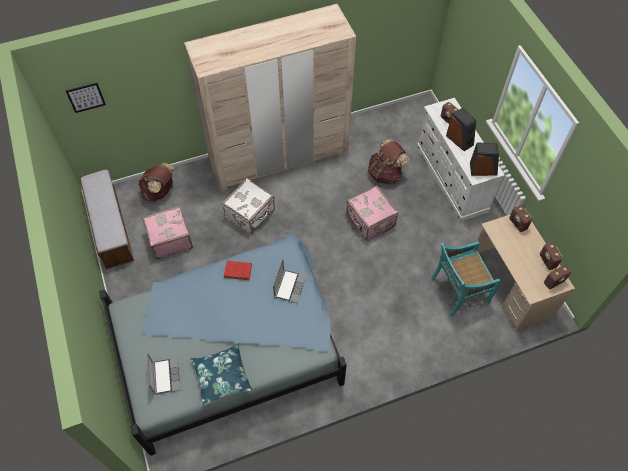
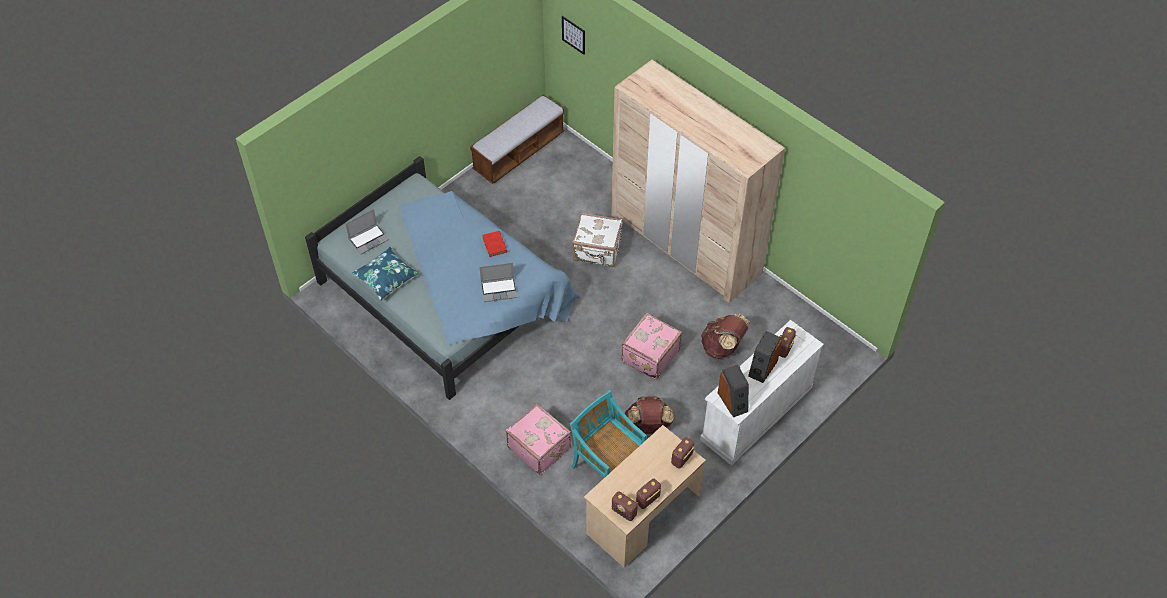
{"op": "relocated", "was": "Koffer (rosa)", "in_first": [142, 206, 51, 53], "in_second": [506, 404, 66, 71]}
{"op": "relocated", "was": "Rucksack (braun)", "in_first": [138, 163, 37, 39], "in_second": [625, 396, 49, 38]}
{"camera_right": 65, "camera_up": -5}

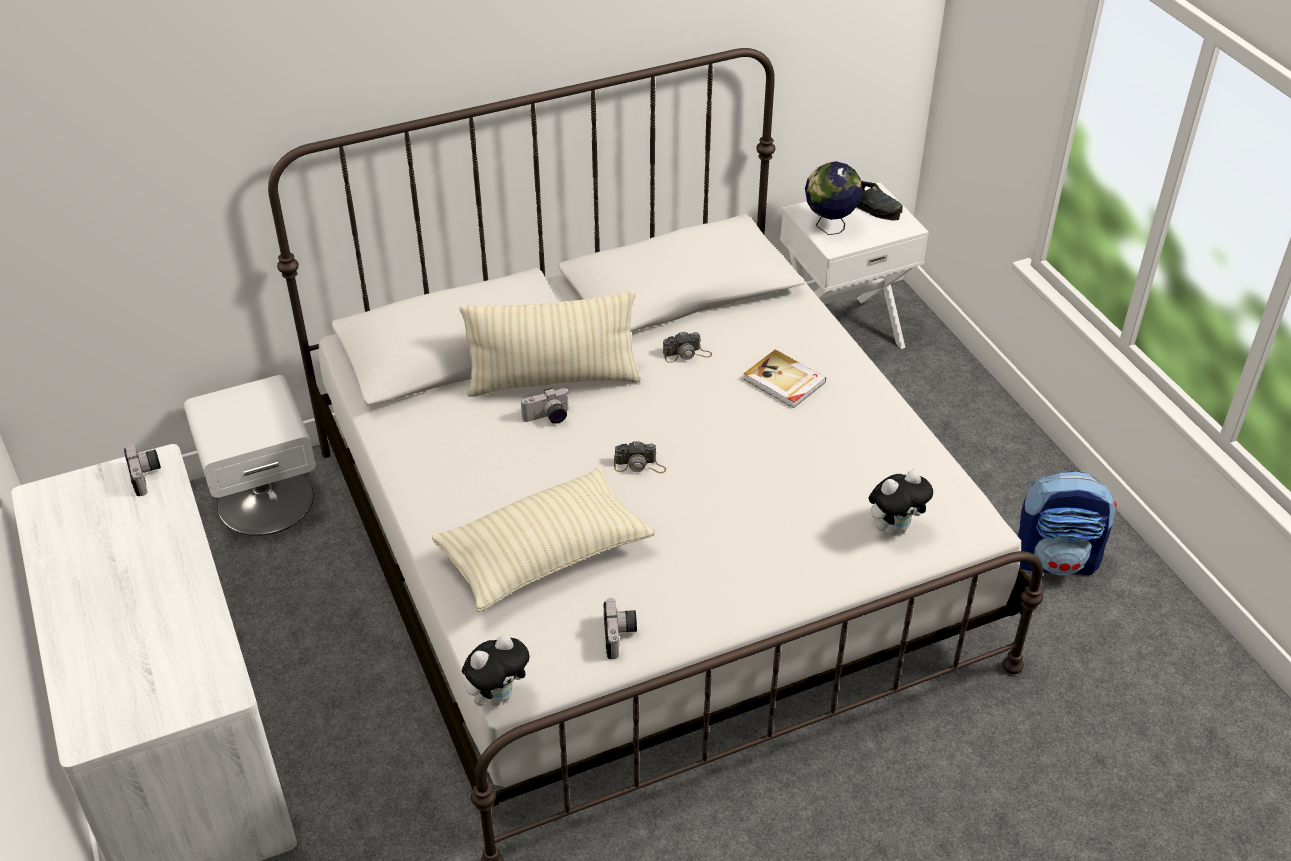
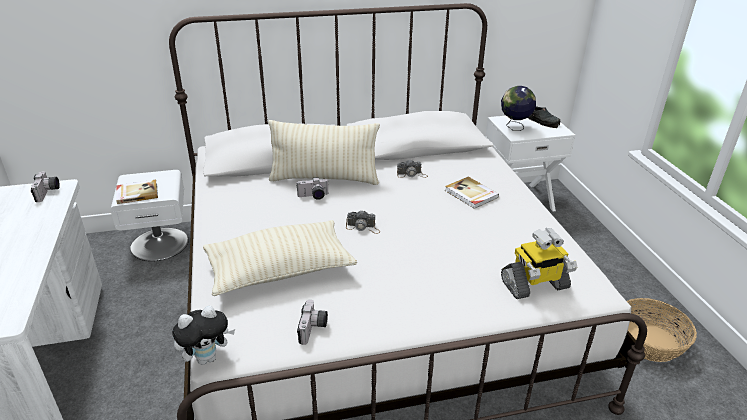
{"op": "appeared", "now": "Buch", "in_second": [116, 180, 42, 24]}
{"op": "exchanged", "was": "Plüschtier", "now": "Spielzeugroboter", "in_first": [868, 470, 65, 66], "in_second": [501, 228, 76, 71]}
{"op": "exchanged", "was": "Rucksack", "now": "Korb", "in_first": [1018, 471, 99, 105], "in_second": [627, 298, 70, 64]}
{"camera_right": 10, "camera_up": -10}

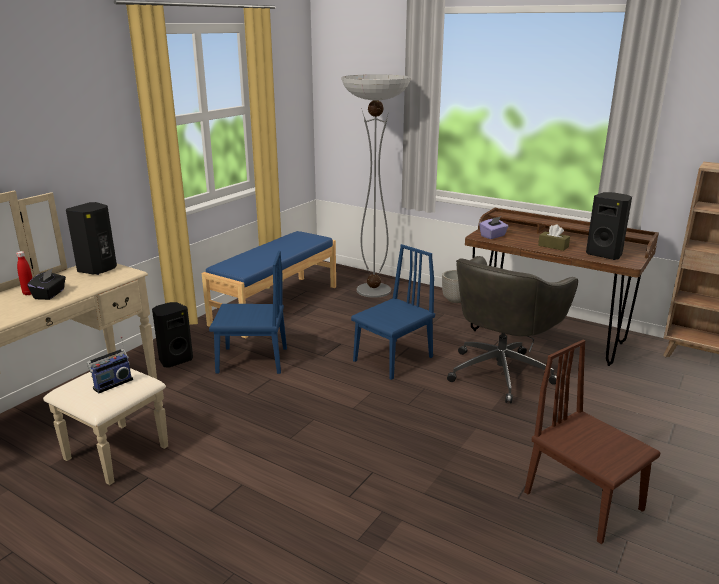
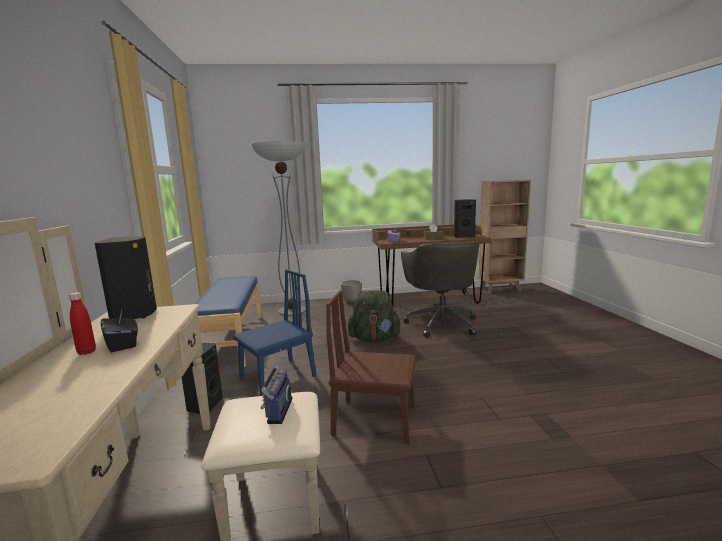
{"op": "relocated", "was": "Stuhl (braun)", "in_first": [524, 340, 136, 204], "in_second": [326, 290, 90, 154]}
{"op": "exchanged", "was": "Stuhl (blau)", "now": "Rucksack (grün)", "in_first": [351, 244, 84, 136], "in_second": [347, 290, 55, 52]}
{"camera_right": -40, "camera_up": -10}

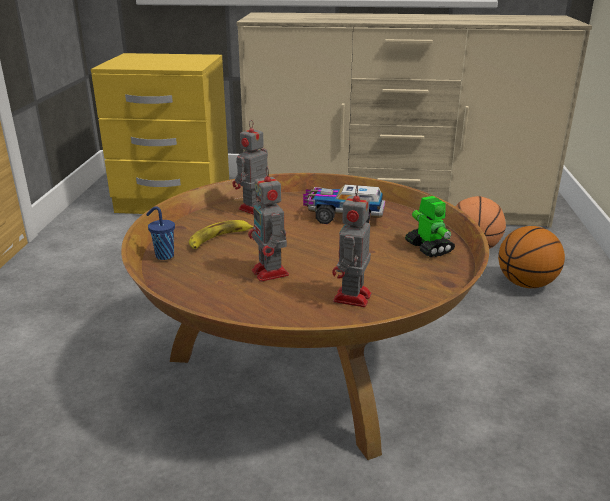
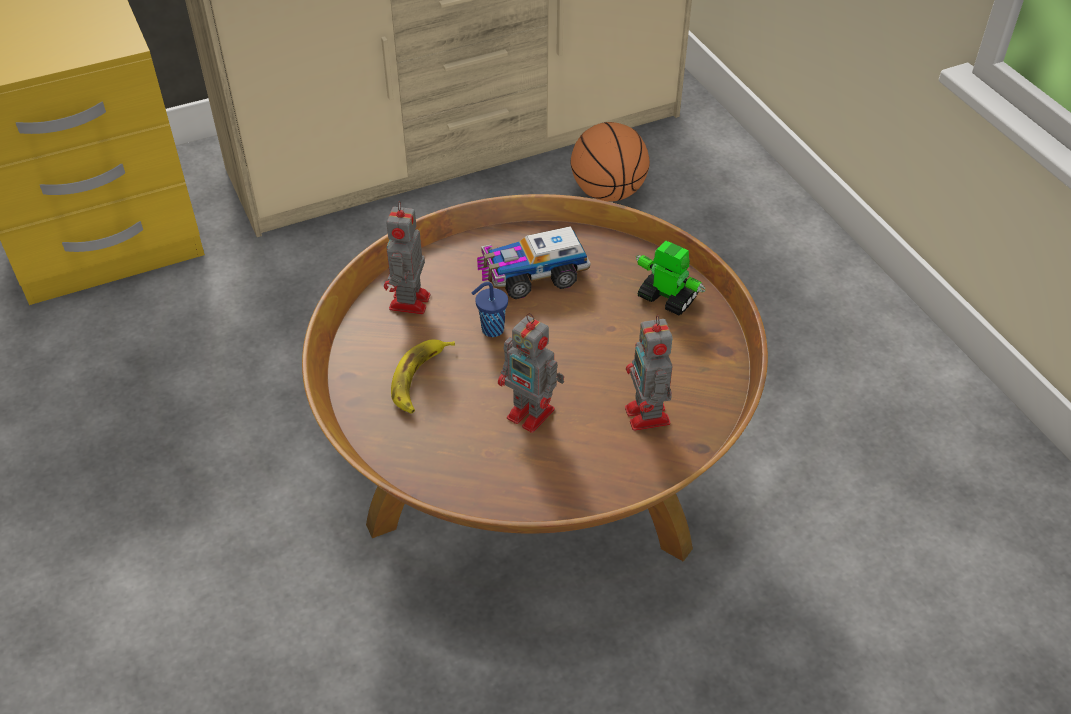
{"op": "relocated", "was": "Tasse (blau)", "in_first": [146, 206, 29, 54], "in_second": [472, 282, 36, 55]}
{"op": "missing", "was": "Basketball", "in_first": [498, 226, 67, 62]}
{"camera_right": -30, "camera_up": 20}

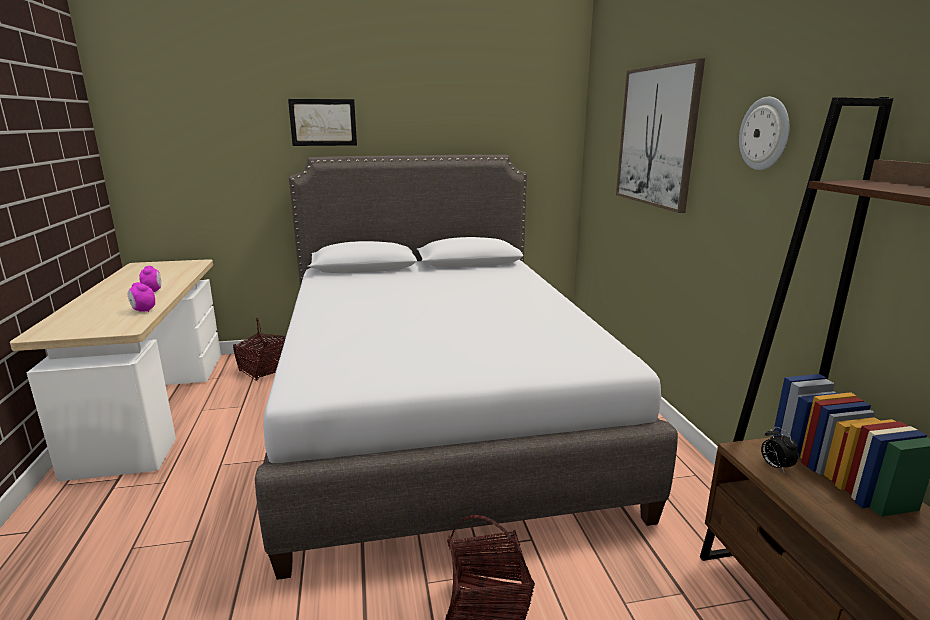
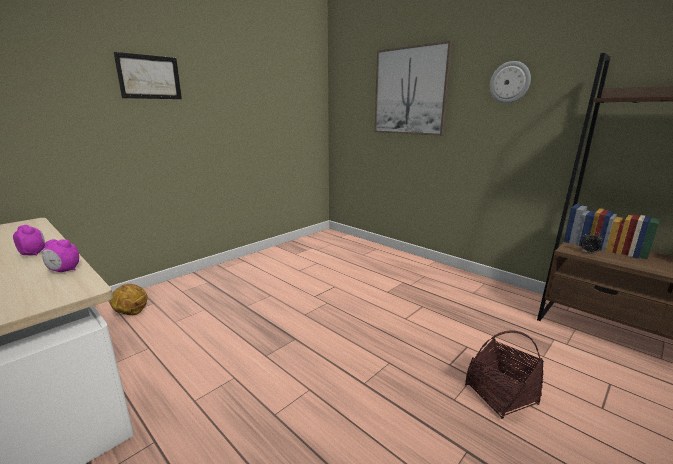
{"op": "exchanged", "was": "Korb", "now": "Basketball", "in_first": [233, 317, 53, 64], "in_second": [110, 284, 37, 31]}
{"op": "missing", "was": "Bett (grau)", "in_first": [255, 155, 423, 425]}
{"camera_right": -35, "camera_up": 0}

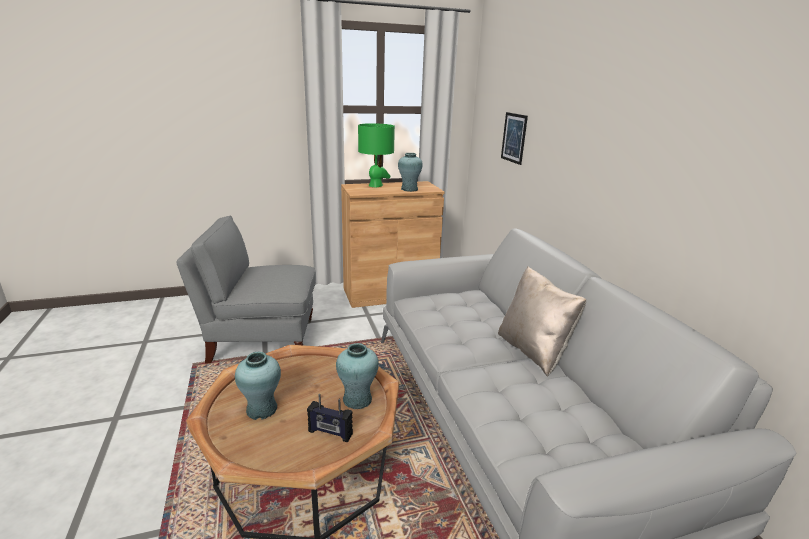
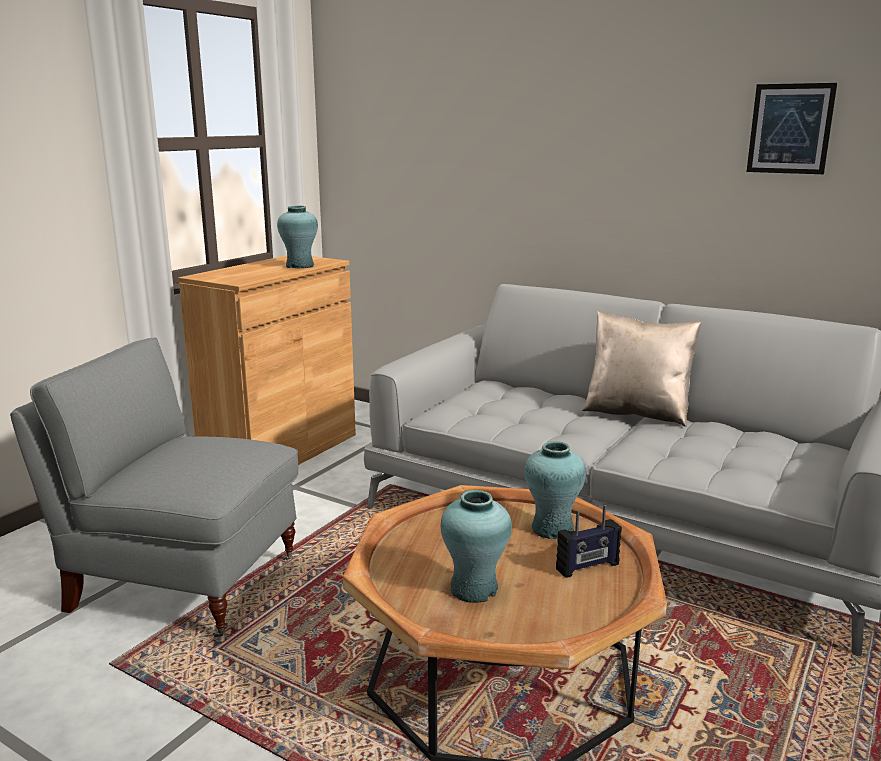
{"op": "spun", "was": "Sessel (grau)", "in_first": [176, 215, 140, 148], "in_second": [10, 337, 289, 300], "clockwise": 60}
{"op": "relocated", "was": "Bild", "in_first": [501, 112, 27, 53], "in_second": [747, 83, 90, 91]}
{"op": "missing", "was": "Tischlampe (grün)", "in_first": [358, 123, 37, 64]}
{"camera_right": -40, "camera_up": -5}

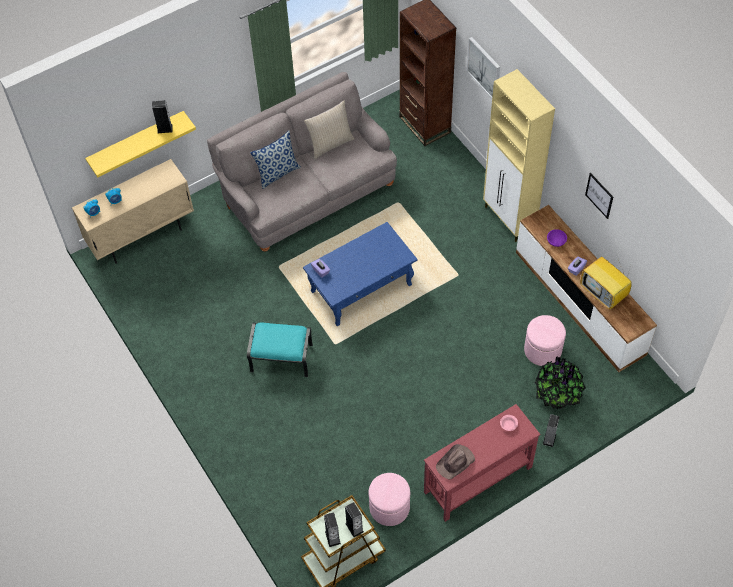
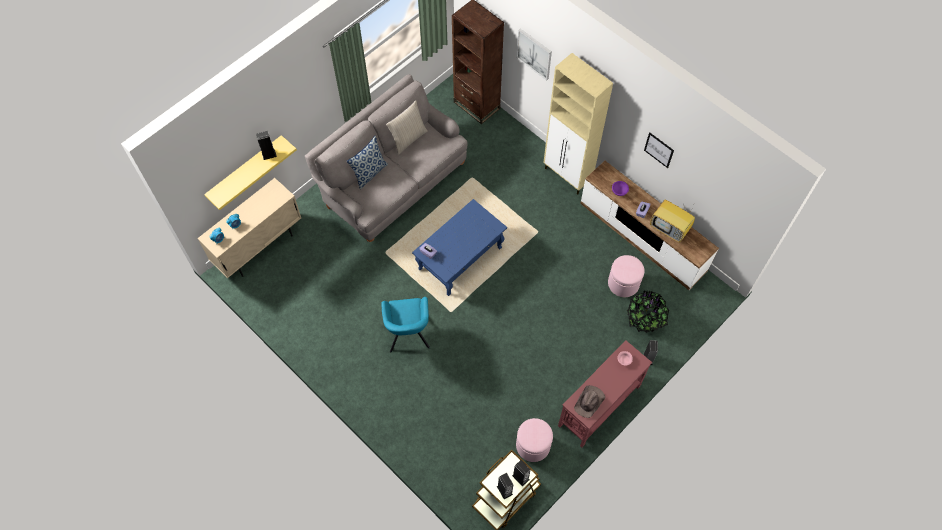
{"op": "exchanged", "was": "Polsterhocker (türkis)", "now": "Sessel (türkis)", "in_first": [247, 322, 66, 55], "in_second": [381, 297, 49, 55]}
{"camera_right": -15, "camera_up": 5}

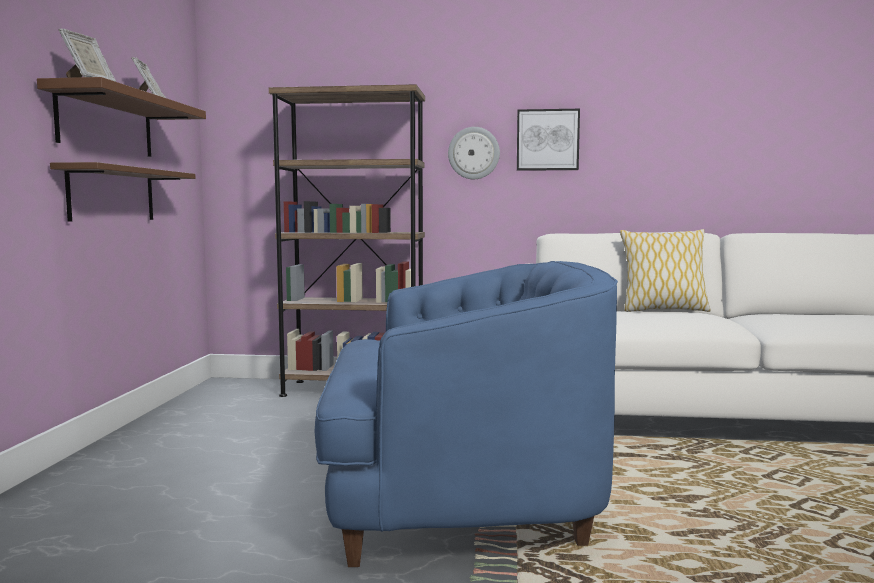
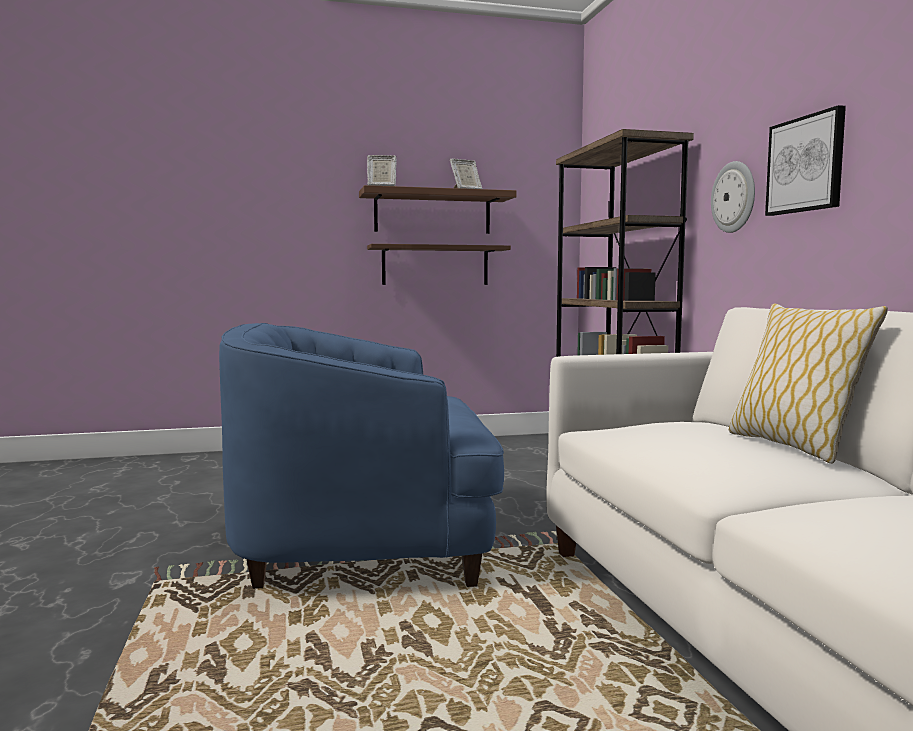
{"op": "spun", "was": "Sessel (blau)", "in_first": [315, 261, 303, 306], "in_second": [219, 323, 285, 266], "clockwise": 105}
{"camera_right": 70, "camera_up": 0}

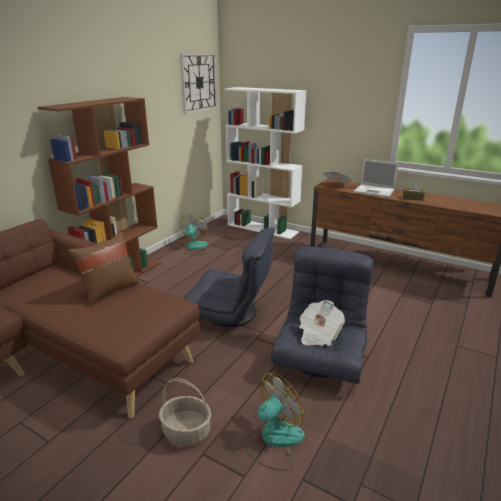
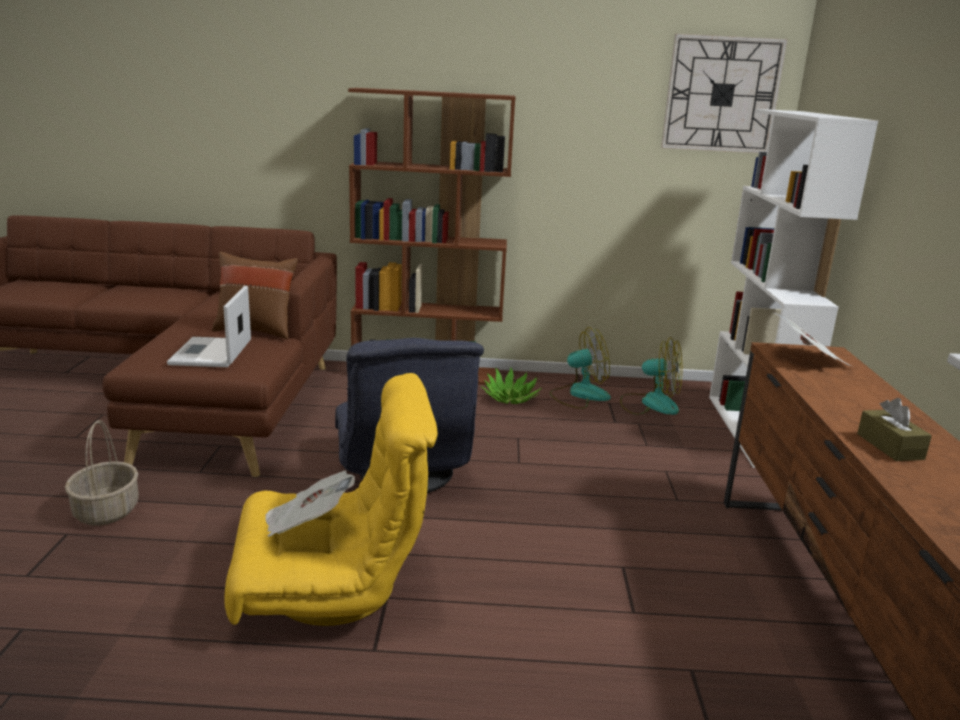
{"op": "relocated", "was": "Laptop", "in_first": [354, 159, 45, 38], "in_second": [167, 286, 84, 81]}
{"op": "colour", "was": "Sessel (grau)", "now": "Sessel (gelb)", "in_first": [271, 247, 103, 137], "in_second": [224, 373, 214, 253]}
{"op": "appeared", "now": "Topfpflanze", "in_second": [481, 368, 61, 36]}
{"op": "relocated", "was": "Ventilator", "in_first": [245, 373, 60, 98], "in_second": [620, 337, 62, 78]}
{"camera_right": 60, "camera_up": -5}

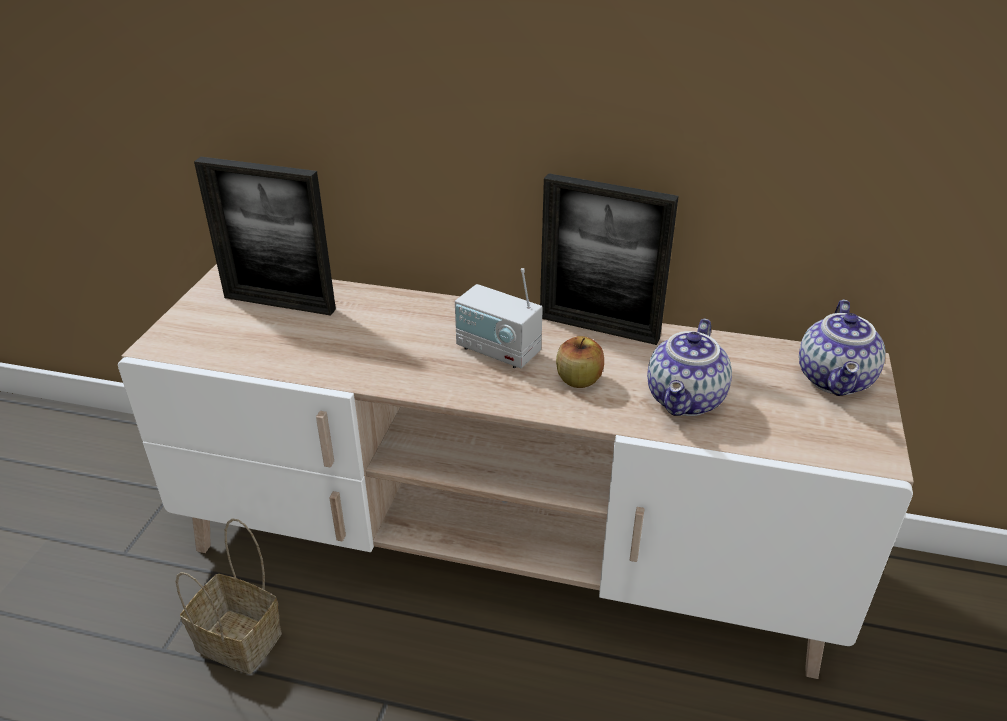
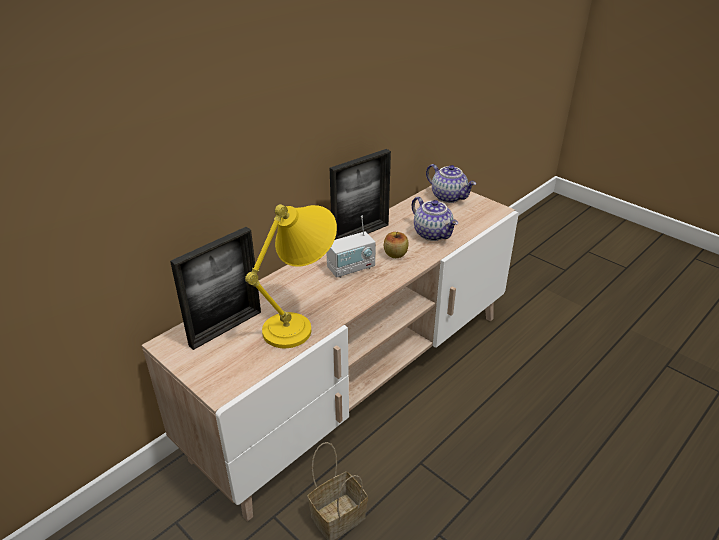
{"op": "appeared", "now": "Tischlampe (gelb)", "in_second": [245, 204, 92, 144]}
{"camera_right": -60, "camera_up": 0}

